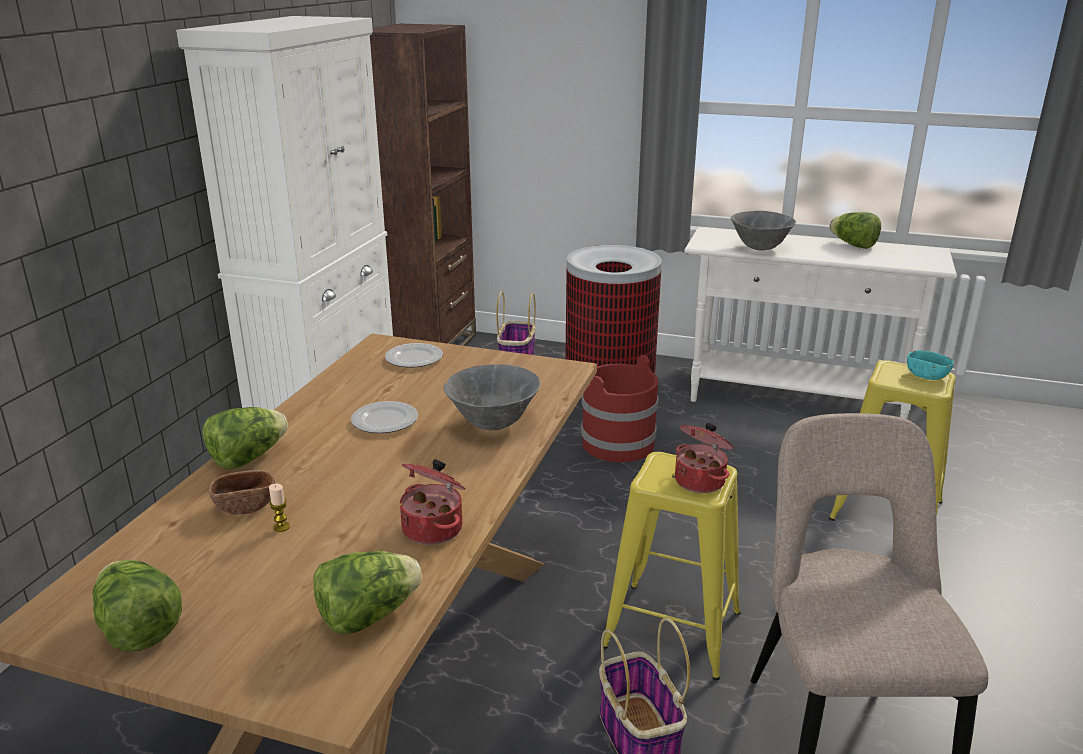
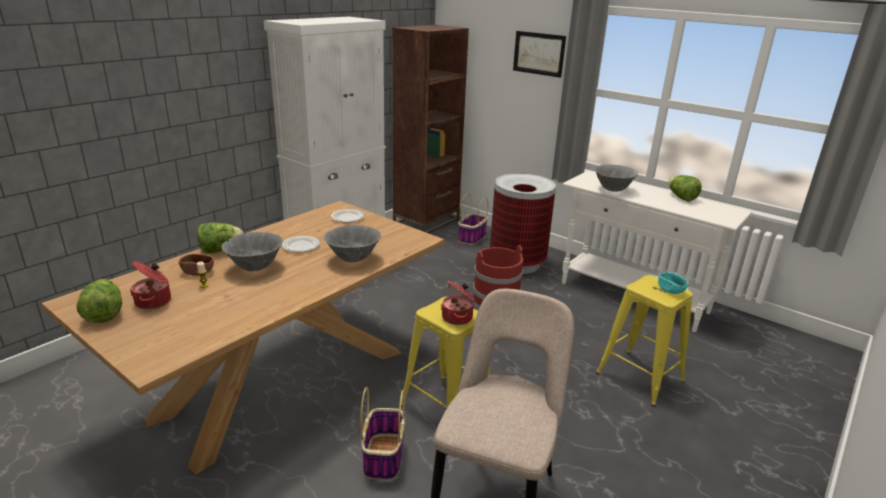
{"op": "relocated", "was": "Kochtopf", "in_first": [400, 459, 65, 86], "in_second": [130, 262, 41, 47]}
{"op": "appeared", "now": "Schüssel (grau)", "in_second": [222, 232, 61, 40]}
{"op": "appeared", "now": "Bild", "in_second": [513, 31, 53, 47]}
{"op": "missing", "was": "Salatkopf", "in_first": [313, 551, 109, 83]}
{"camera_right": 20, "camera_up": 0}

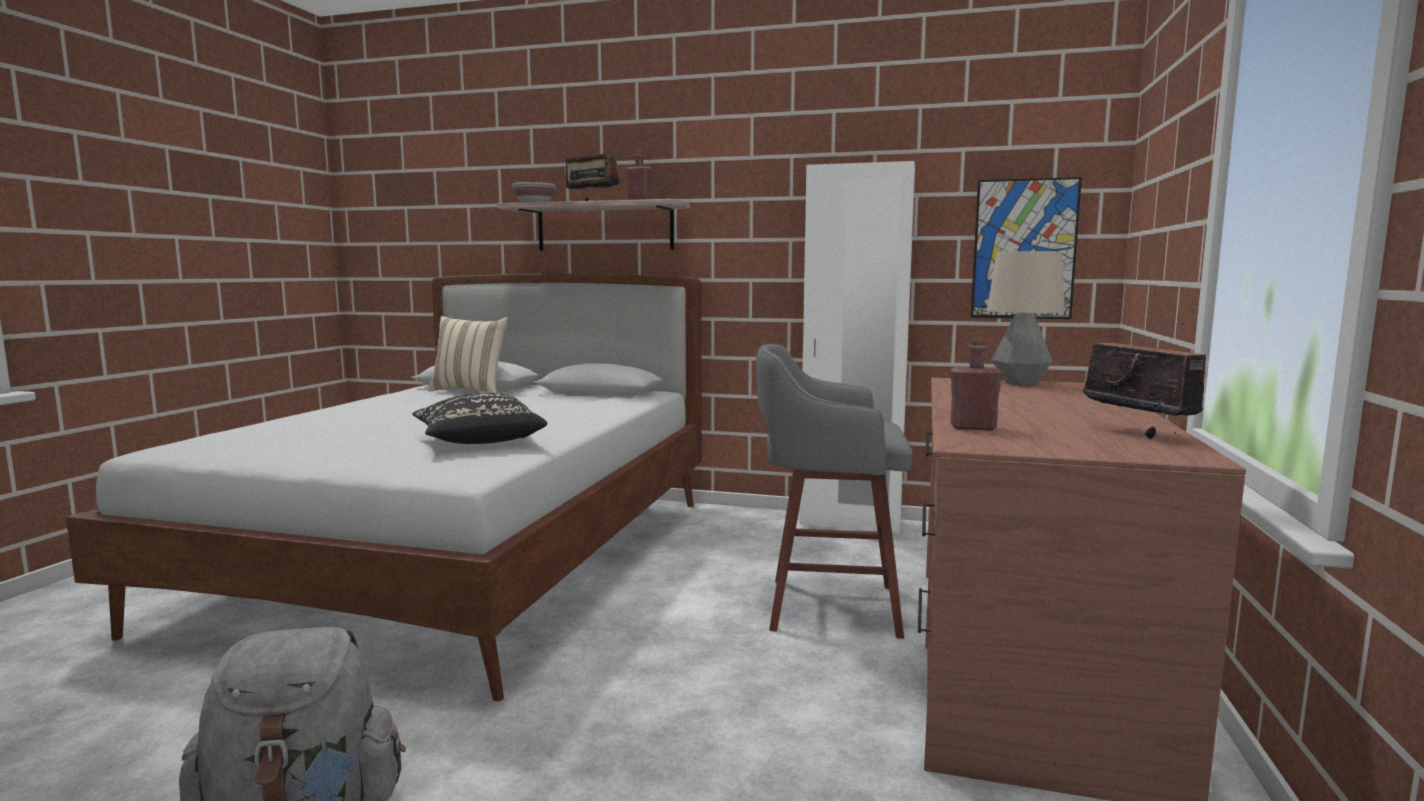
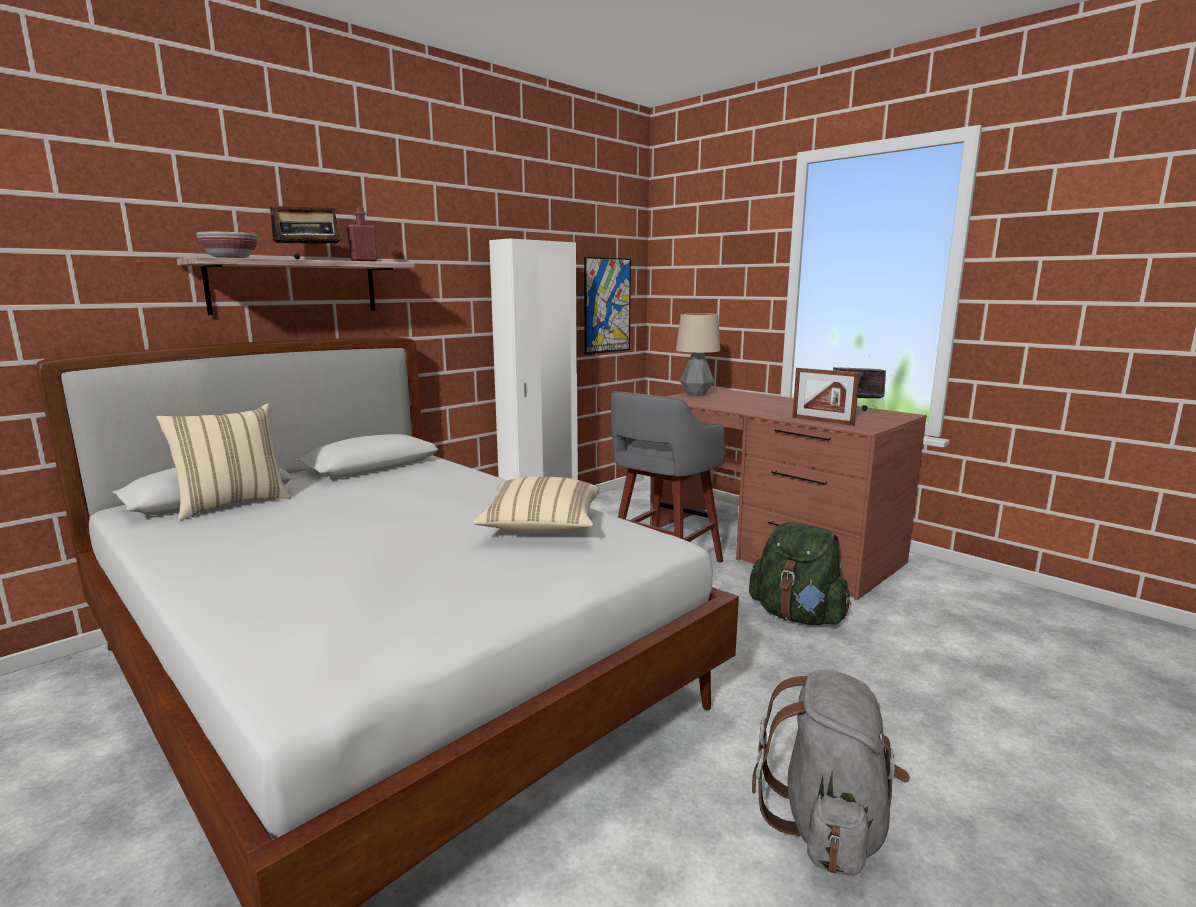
{"op": "colour", "was": "Kissen (schwarz)", "now": "Kissen (beige)", "in_first": [412, 393, 135, 51], "in_second": [473, 477, 126, 56]}
{"op": "appeared", "now": "Rucksack (grün)", "in_second": [749, 522, 102, 103]}
{"op": "exchanged", "was": "Flasche (rot)", "now": "Bilderrahmen", "in_first": [950, 337, 52, 94], "in_second": [792, 367, 68, 59]}
{"camera_right": -60, "camera_up": 5}

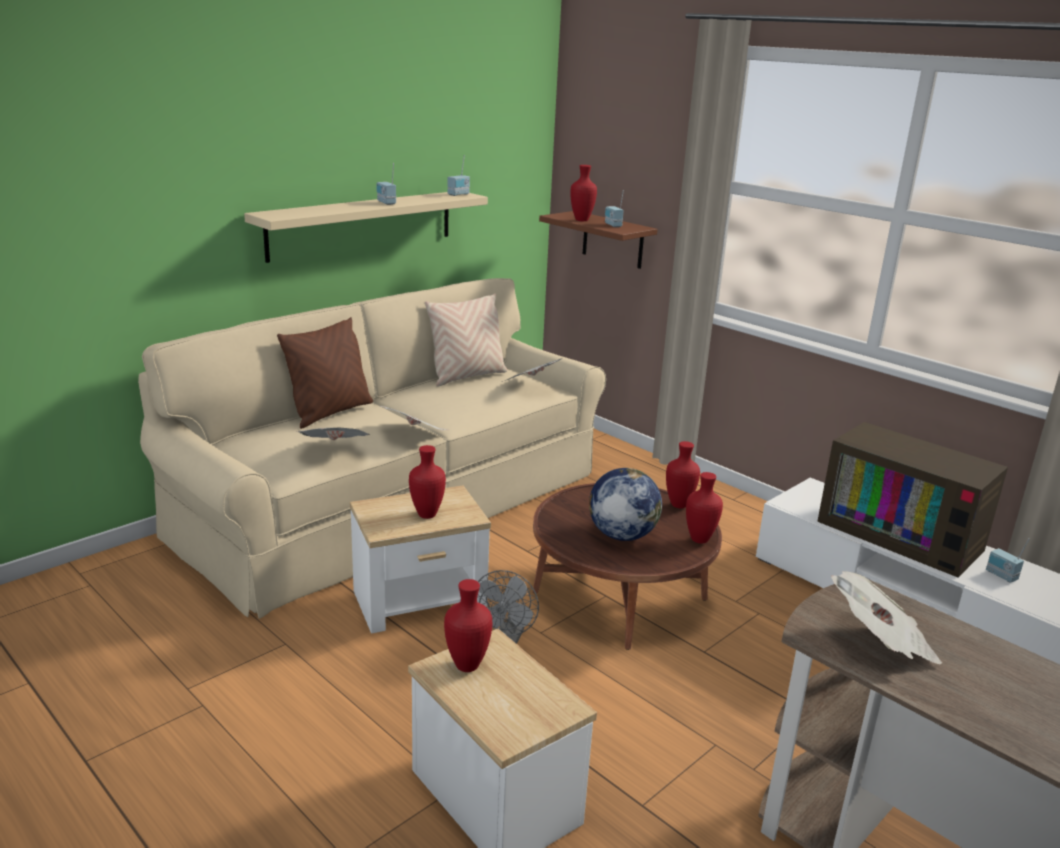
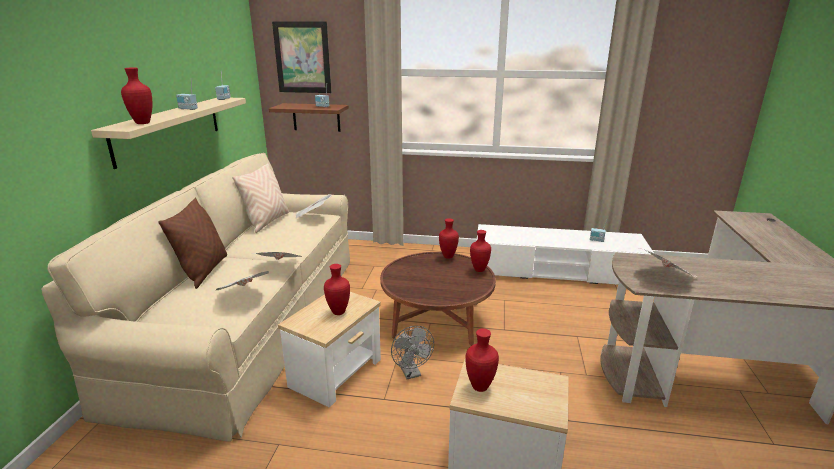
{"op": "relocated", "was": "Vase (rot)", "in_first": [570, 165, 27, 56], "in_second": [121, 67, 31, 57]}
{"op": "appeared", "now": "Bild", "in_second": [272, 21, 59, 72]}
{"op": "missing", "was": "Globus", "in_first": [589, 468, 73, 73]}
{"op": "missing", "was": "Fernseher", "in_first": [817, 422, 191, 155]}
{"camera_right": -35, "camera_up": 0}

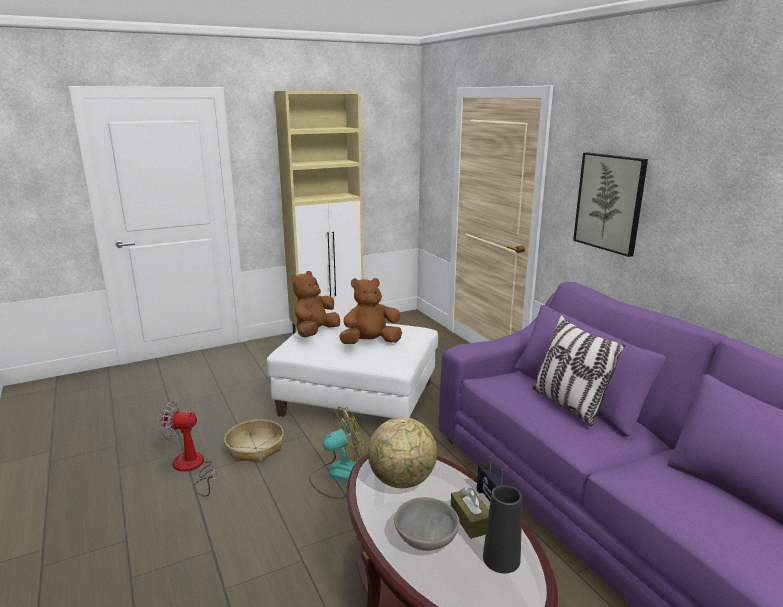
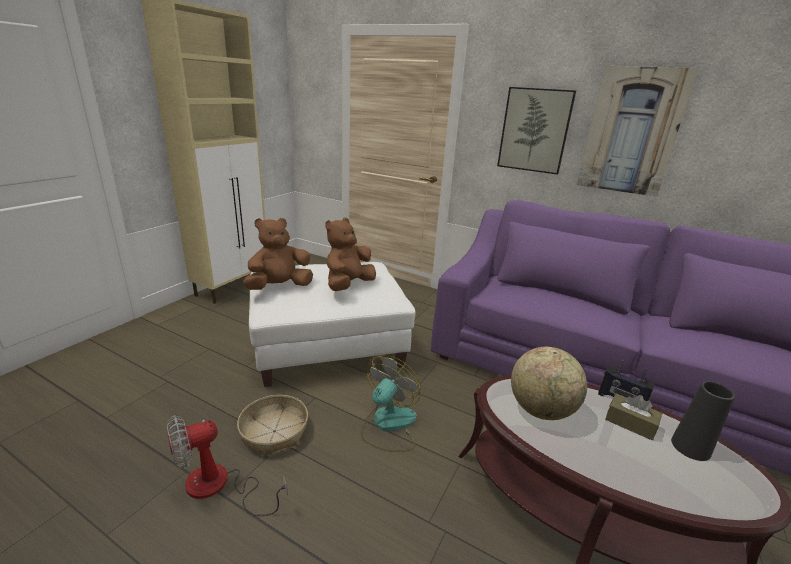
{"op": "spun", "was": "Plüschtier (braun)", "in_first": [291, 271, 49, 66], "in_second": [243, 218, 70, 72], "clockwise": 60}
{"op": "appeared", "now": "Bild", "in_second": [577, 65, 121, 132]}
{"op": "missing", "was": "Schüssel (grau)", "in_first": [394, 497, 66, 54]}
{"op": "missing", "was": "Kissen", "in_first": [531, 315, 94, 112]}
{"camera_right": -35, "camera_up": 5}

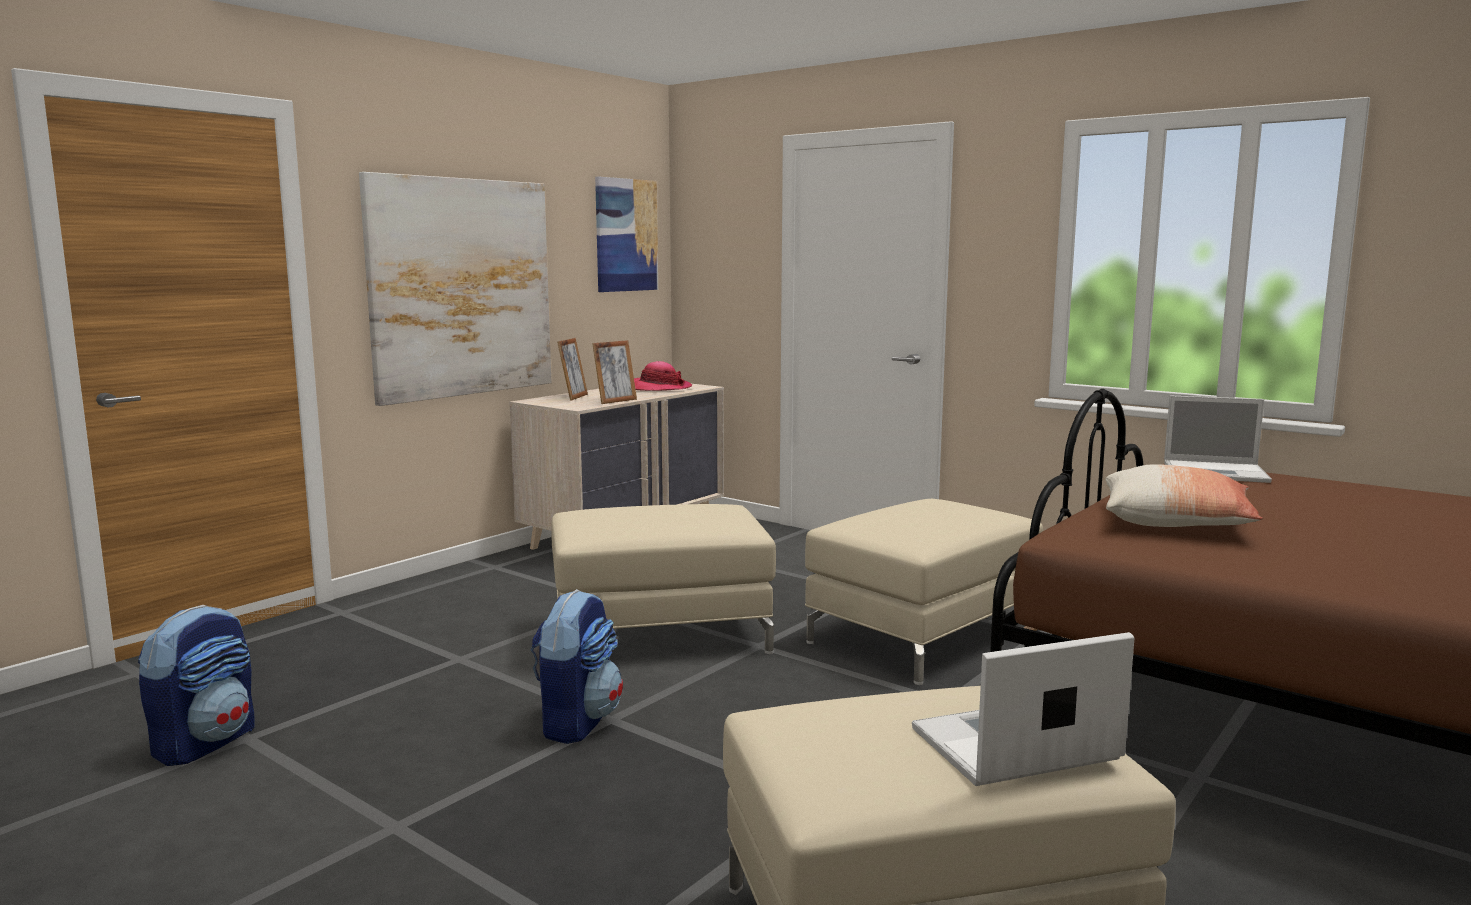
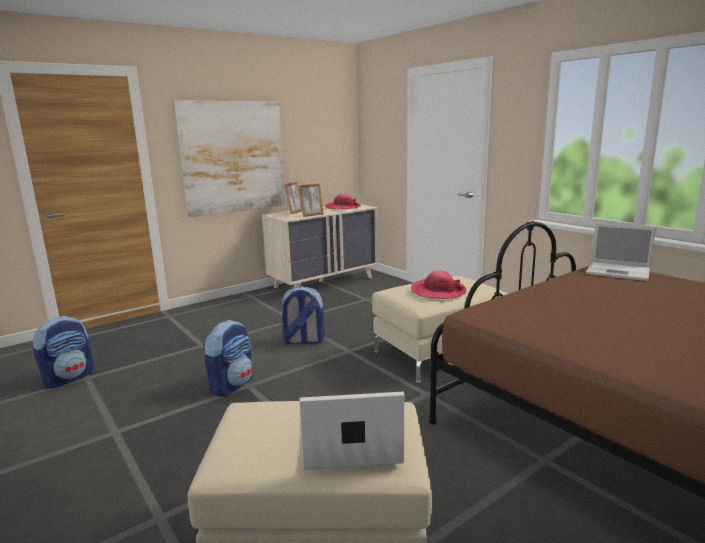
{"op": "exchanged", "was": "Polsterhocker (beige)", "now": "Rucksack", "in_first": [551, 504, 225, 150], "in_second": [280, 286, 45, 58]}
{"op": "appeared", "now": "Hut", "in_second": [411, 271, 55, 28]}
{"op": "missing", "was": "Bild", "in_first": [595, 176, 63, 116]}
{"op": "missing", "was": "Kissen", "in_first": [1106, 464, 157, 63]}
{"camera_right": 15, "camera_up": 5}

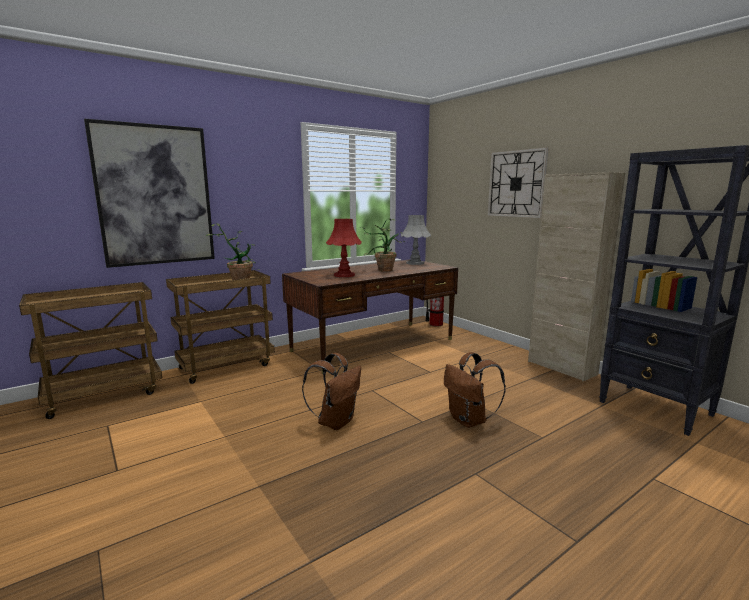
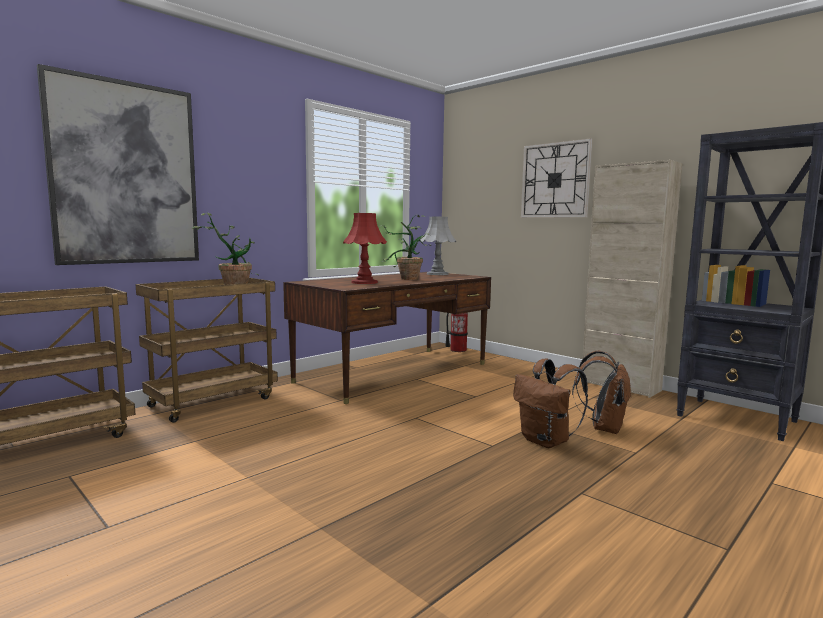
{"op": "relocated", "was": "Rucksack (braun)", "in_first": [302, 353, 59, 77], "in_second": [572, 351, 59, 83]}
{"camera_right": -10, "camera_up": -5}

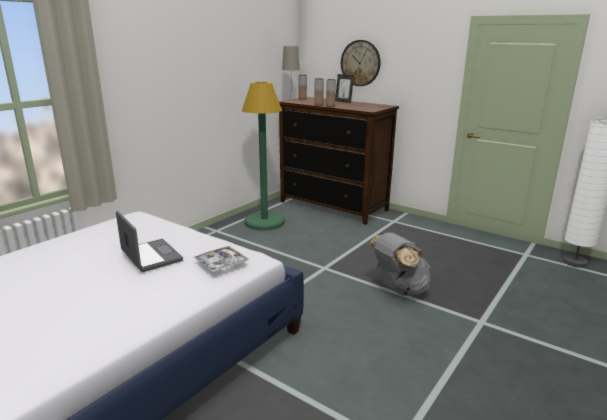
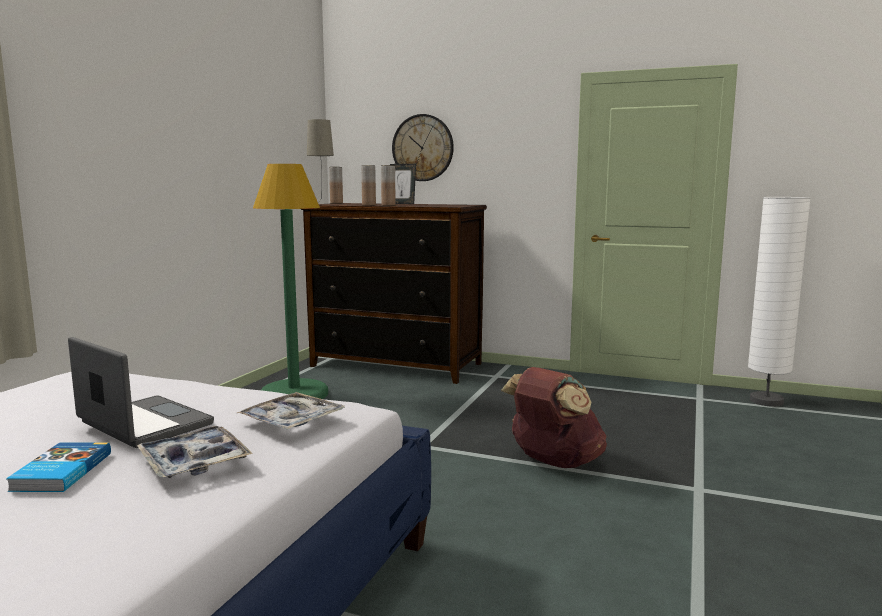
{"op": "appeared", "now": "Buch", "in_second": [6, 442, 105, 50]}
{"op": "appeared", "now": "Tablett", "in_second": [136, 426, 117, 52]}
{"op": "colour", "was": "Rucksack (grau)", "now": "Rucksack (braun)", "in_first": [368, 233, 63, 63], "in_second": [501, 367, 106, 101]}
{"camera_right": -15, "camera_up": -10}

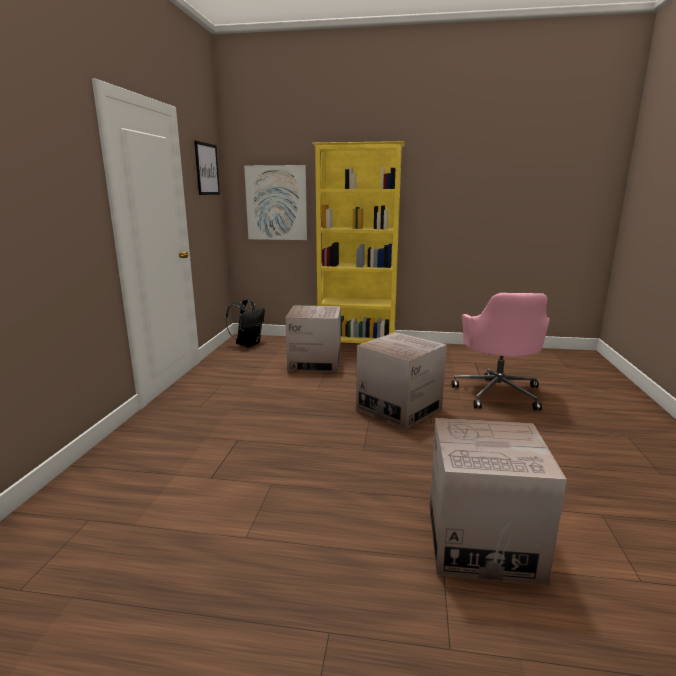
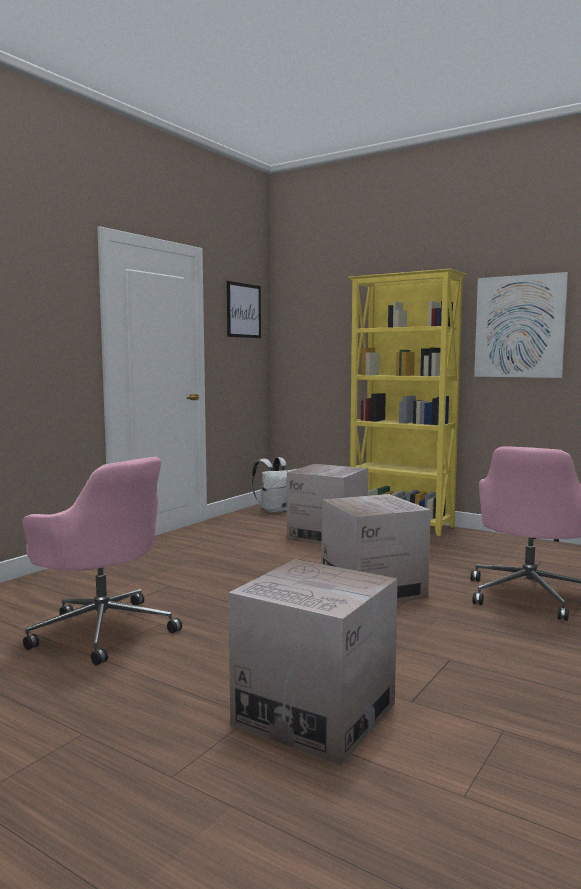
{"op": "appeared", "now": "Bürostuhl (rosa)", "in_second": [23, 457, 159, 209]}
{"op": "colour", "was": "Rucksack (schwarz)", "now": "Rucksack (weiß)", "in_first": [226, 299, 39, 49], "in_second": [252, 457, 44, 56]}
{"op": "relocated", "was": "Bild", "in_first": [244, 165, 63, 75], "in_second": [474, 272, 94, 106]}
{"camera_right": 25, "camera_up": -10}

